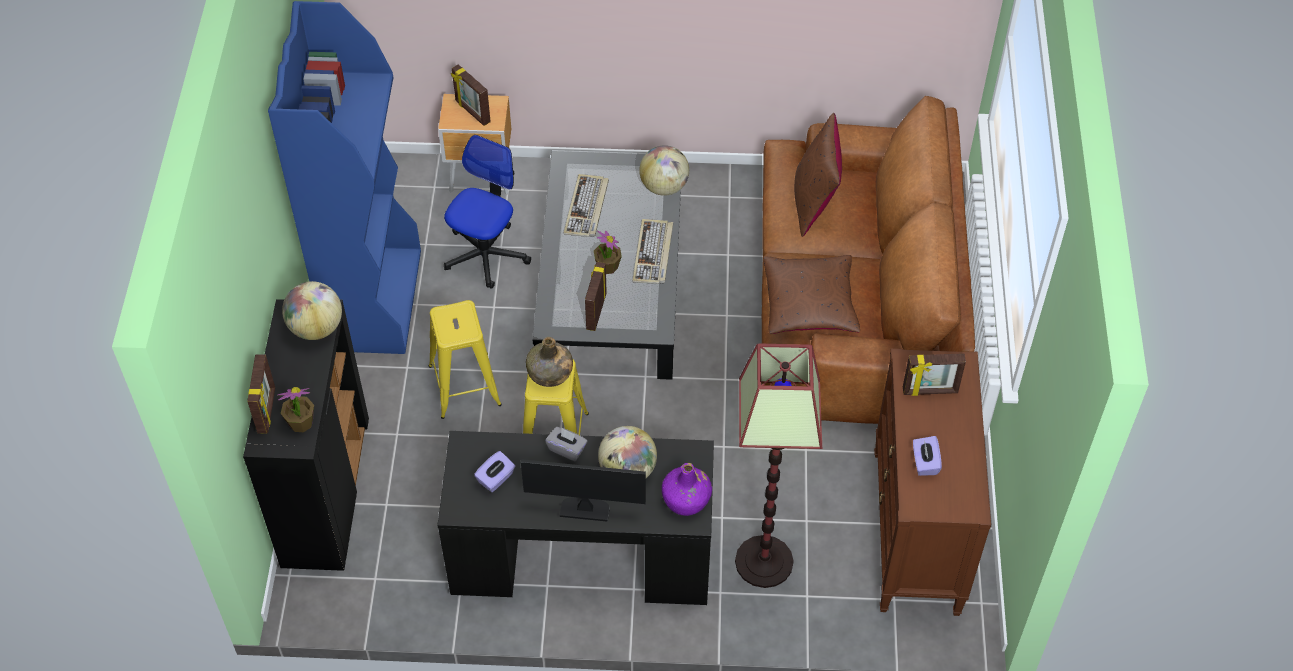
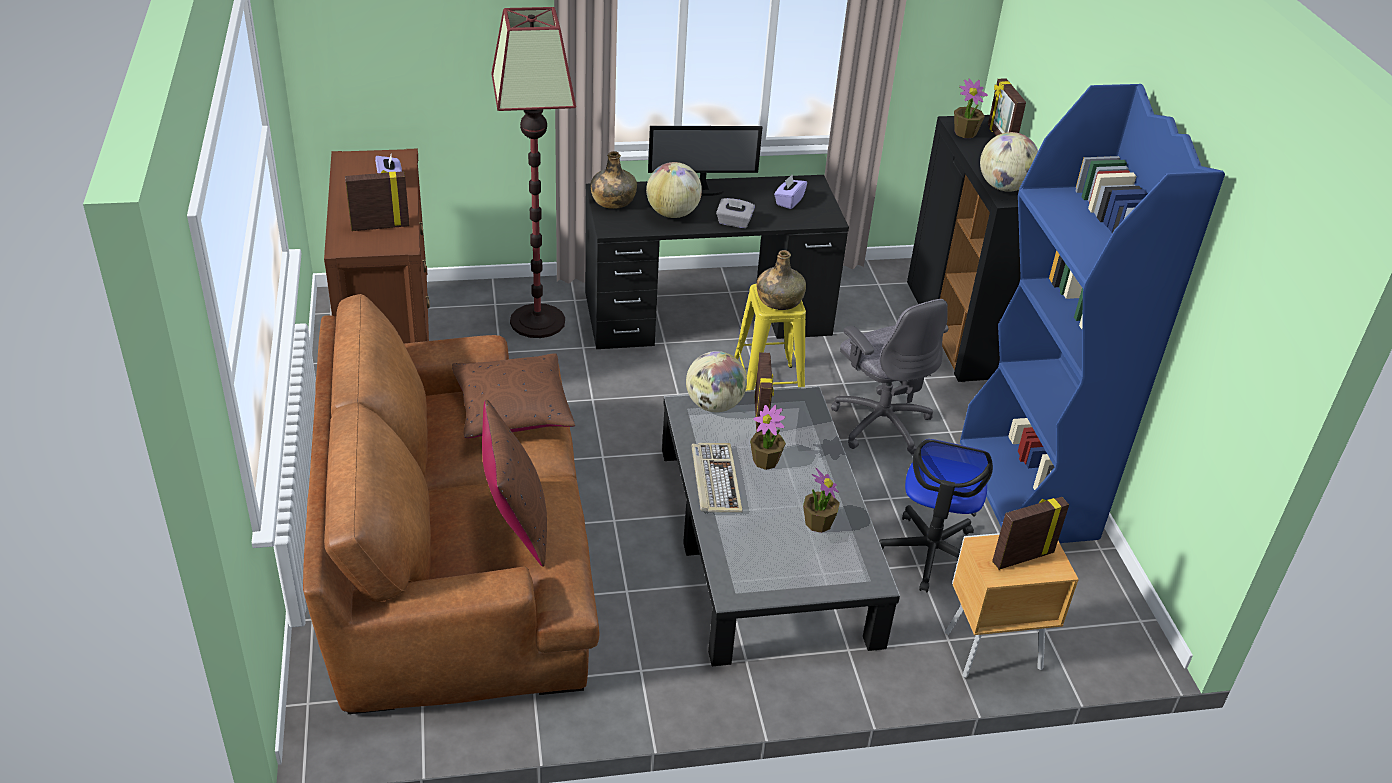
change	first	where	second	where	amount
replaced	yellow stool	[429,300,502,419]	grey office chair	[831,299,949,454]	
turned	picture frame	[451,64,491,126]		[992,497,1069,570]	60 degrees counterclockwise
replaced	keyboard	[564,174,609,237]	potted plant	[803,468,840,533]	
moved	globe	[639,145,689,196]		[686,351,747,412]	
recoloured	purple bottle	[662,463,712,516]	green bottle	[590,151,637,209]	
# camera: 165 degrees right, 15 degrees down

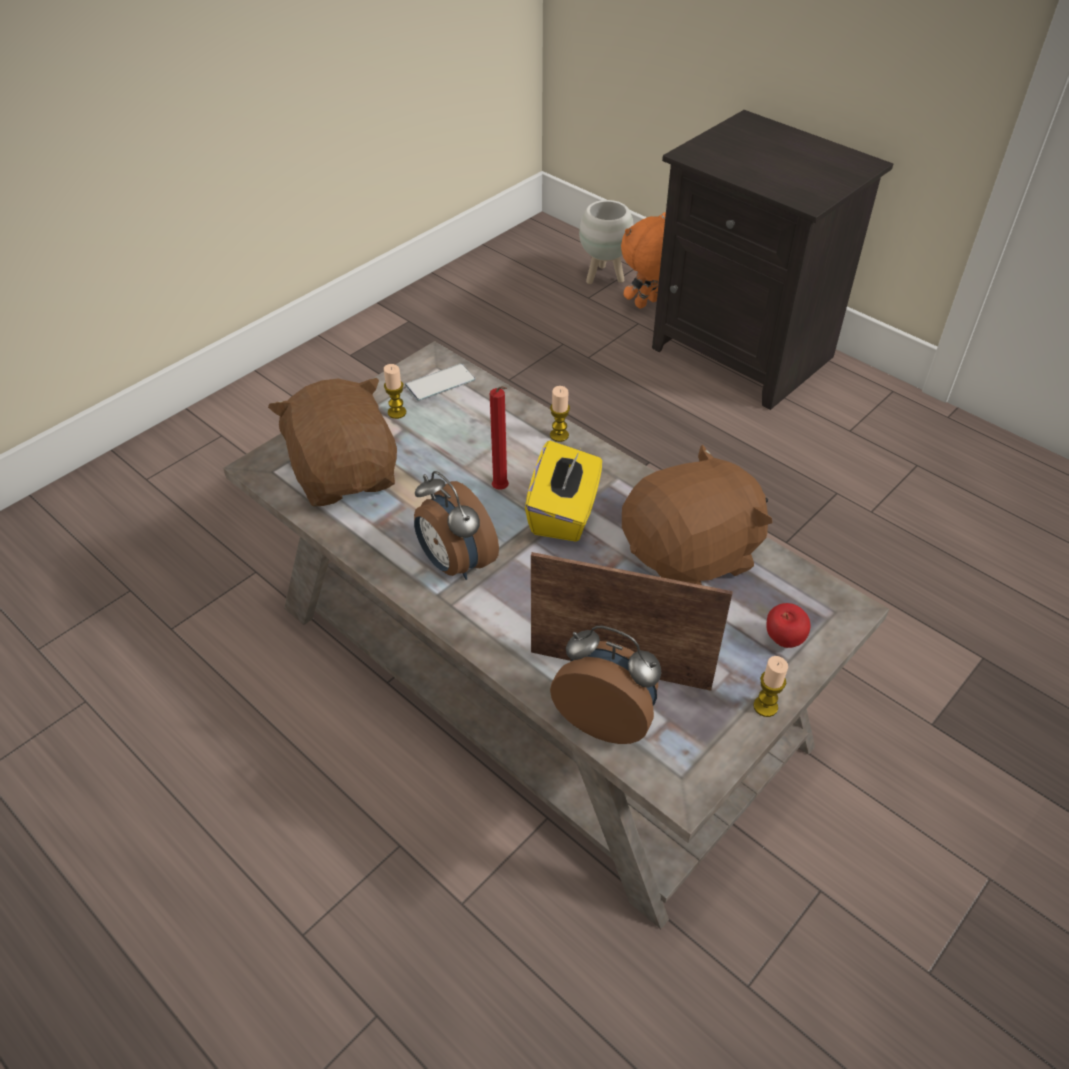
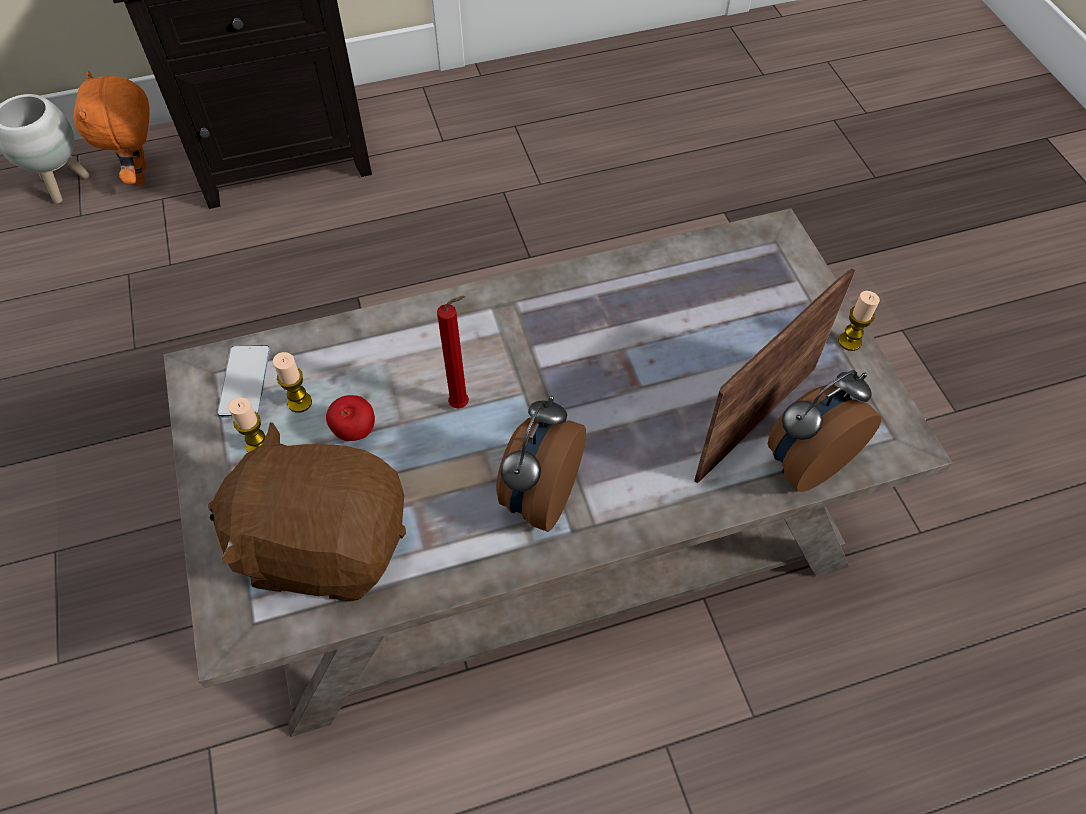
change	first	where	second	where	amount
turned	alarm clock	[414,471,499,580]		[496,396,586,532]	120 degrees clockwise
removed	yellow tissue box	[525,441,602,542]			
moved	candle	[550,386,570,442]		[273,352,312,413]	
removed	brown plush toy	[622,445,772,585]			
moved	apple	[766,603,810,648]		[326,395,375,441]	
# camera: 60 degrees left, 10 degrees up

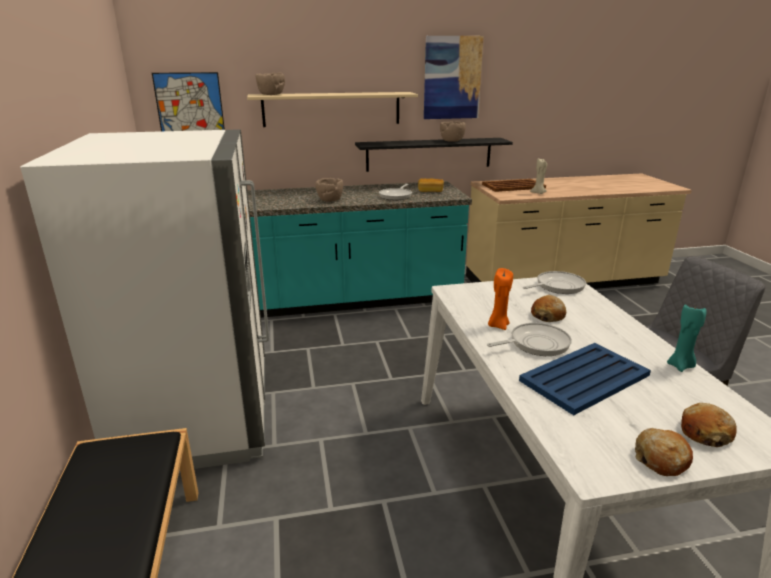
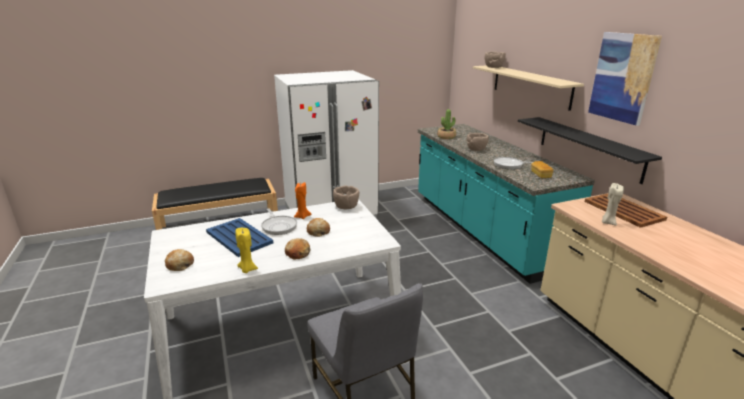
change	first	where	second	where	amount
removed	picture	[152,72,225,131]			
moved	brown bowl	[440,121,466,142]		[333,186,359,209]	
removed	frying pan	[523,271,586,294]			
moved	bread	[635,428,693,476]		[285,238,310,259]	
recoloured	turquoise candle	[667,304,707,372]	yellow candle	[235,228,258,273]	
added			potted plant	[437,109,456,139]	
# camera: 80 degrees right, 0 degrees up

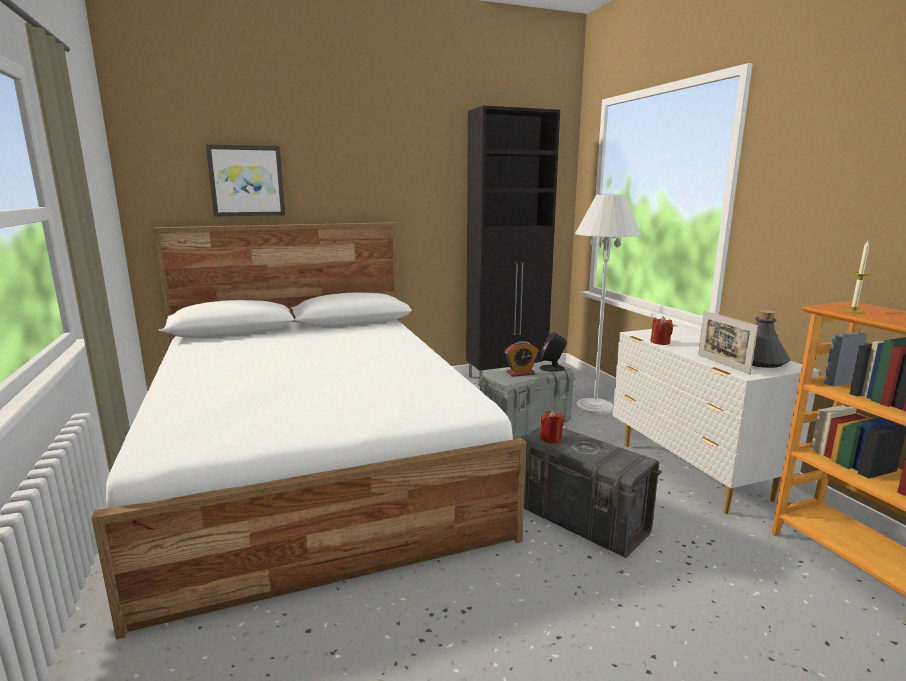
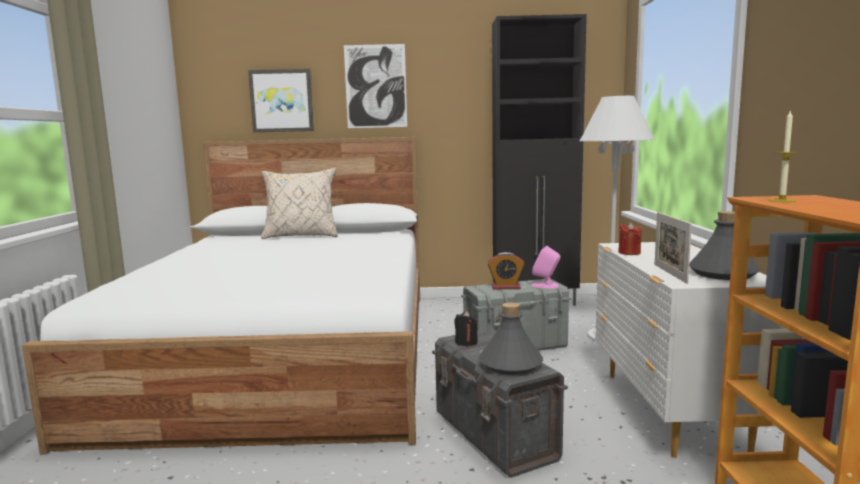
change	first	where	second	where	amount
recoloured	black speaker	[540,332,567,371]	pink speaker	[531,245,560,288]	
recoloured	red candle	[540,410,564,443]	black candle	[454,311,478,346]	
added			beige pillow	[261,168,338,239]	
added			picture	[344,44,407,128]	
added			grey bottle	[479,302,543,375]	
# camera: 20 degrees right, 5 degrees down

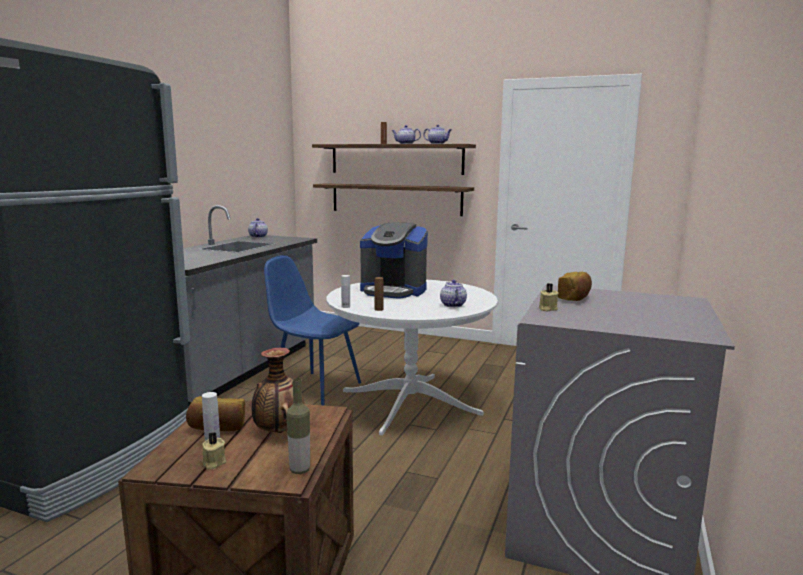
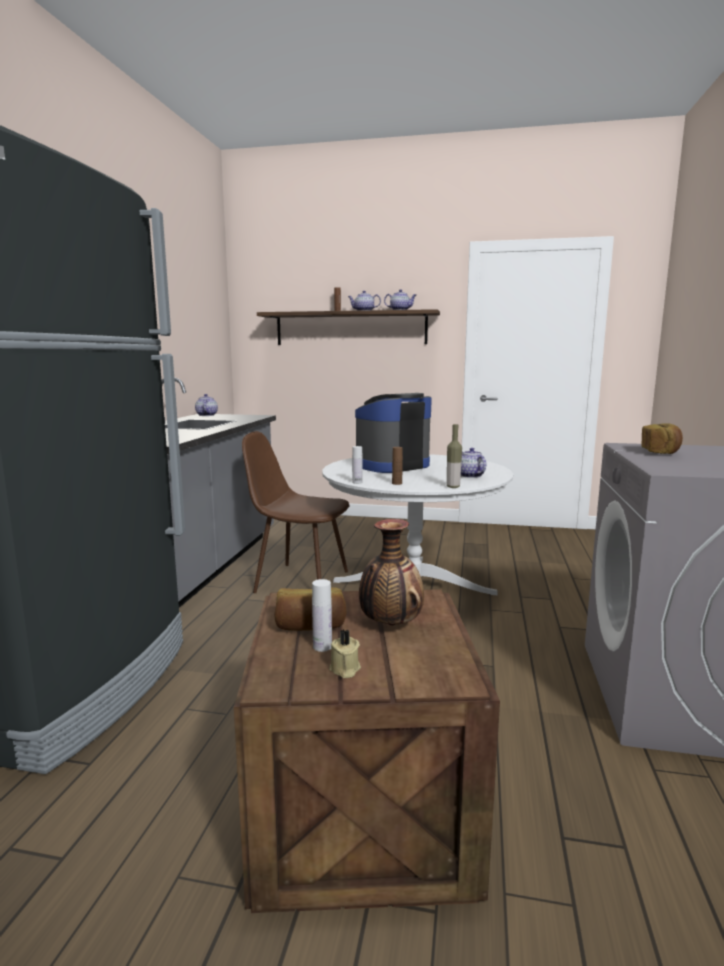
change	first	where	second	where	amount
recoloured	blue chair	[264,255,361,405]	brown chair	[242,431,350,593]	
moved	bottle	[286,378,310,474]		[447,424,462,488]	
removed	shelf	[313,183,474,216]			
turned	coffee machine	[360,223,428,299]		[355,393,432,473]	135 degrees clockwise
removed	beige candle	[539,283,559,312]			
# camera: 10 degrees left, 0 degrees up

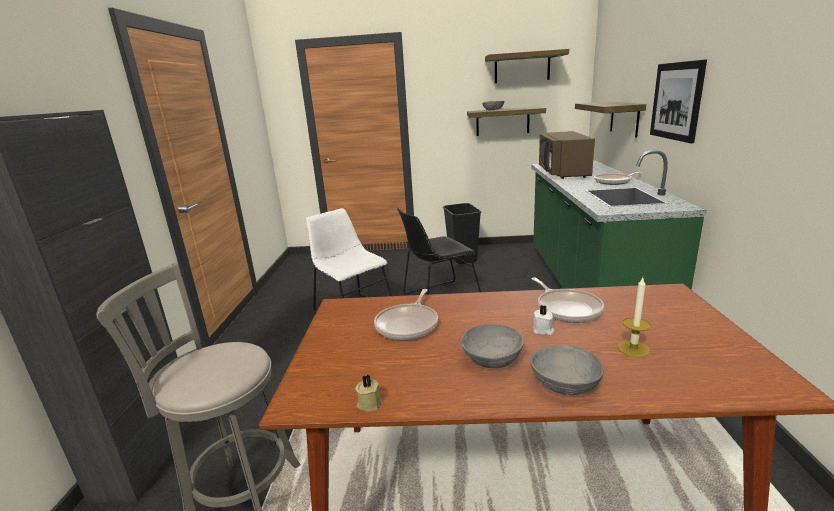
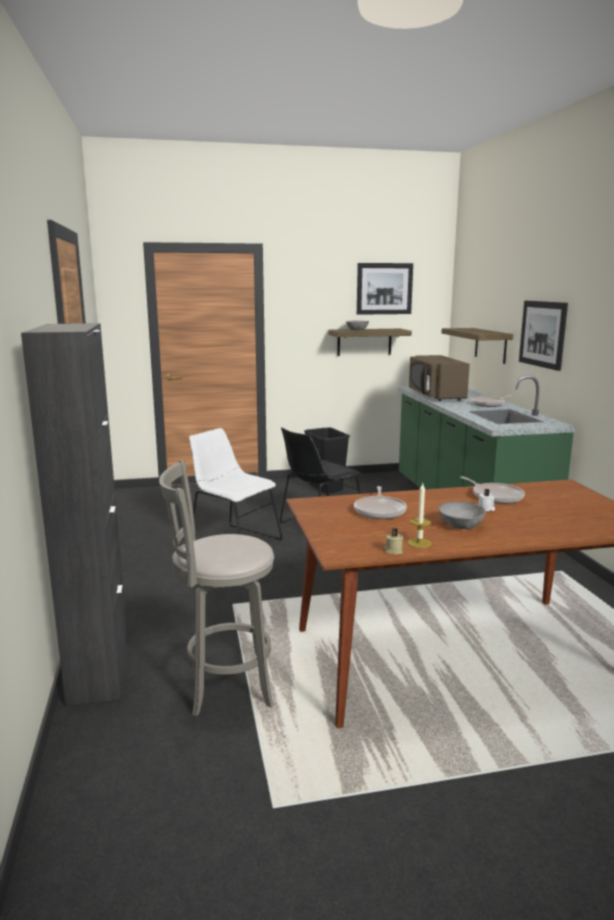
change	first	where	second	where	amount
replaced	shelf	[485,49,569,83]	picture	[357,263,413,315]	
removed	grey bowl	[530,345,604,395]			
moved	candle	[618,278,651,357]		[408,483,432,548]	
# camera: 15 degrees left, 5 degrees down

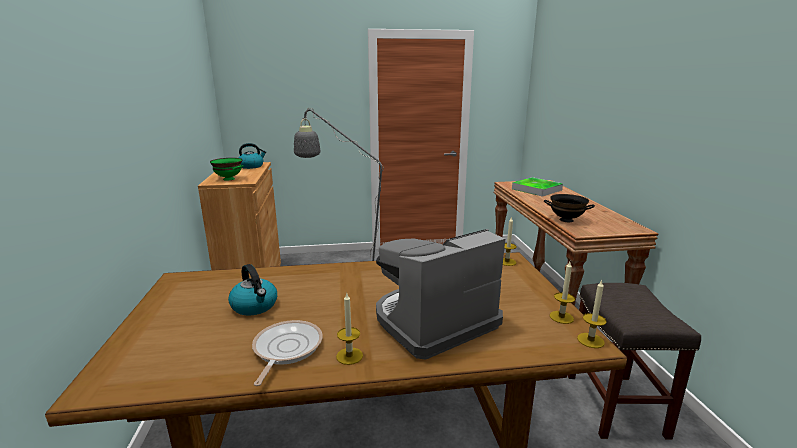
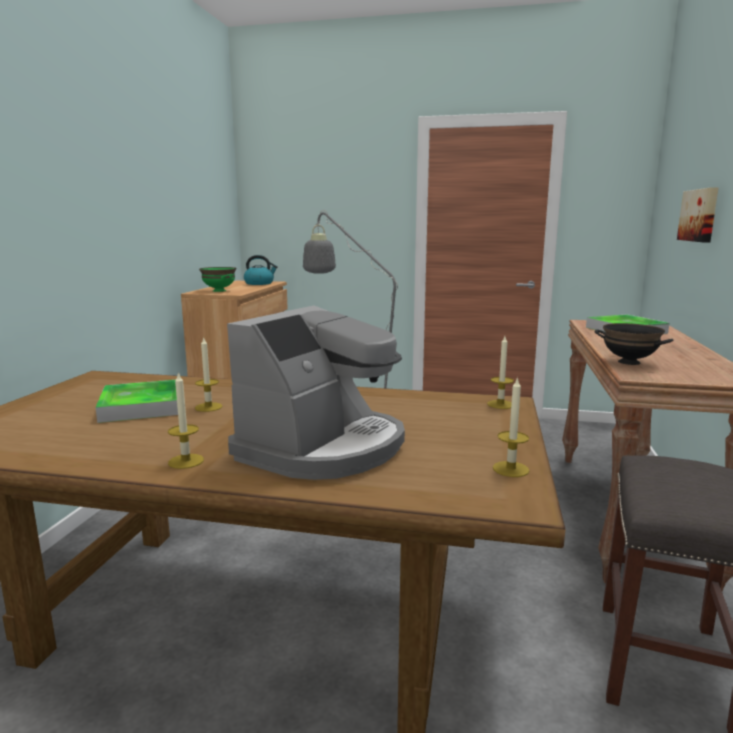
change	first	where	second	where	amount
replaced	kettle	[228,264,277,315]	tray	[95,380,178,423]	
removed	frying pan	[252,320,323,386]			
turned	coffee machine	[376,229,505,360]		[227,306,405,480]	135 degrees clockwise
moved	candle	[577,279,607,348]		[195,336,223,412]	
added			picture	[677,187,719,242]	
# camera: 20 degrees right, 5 degrees down

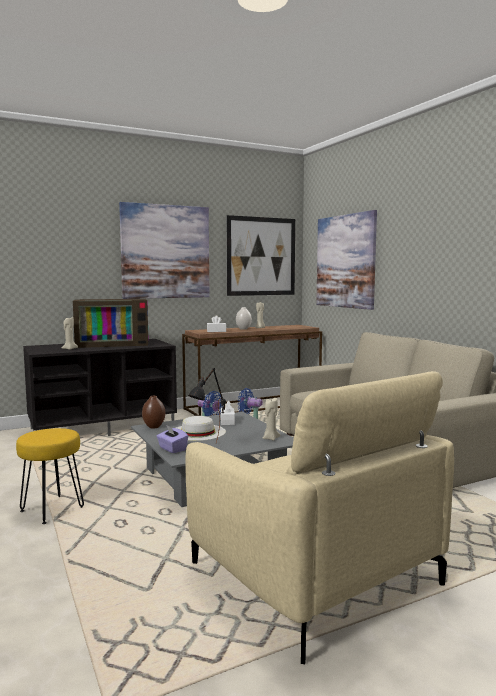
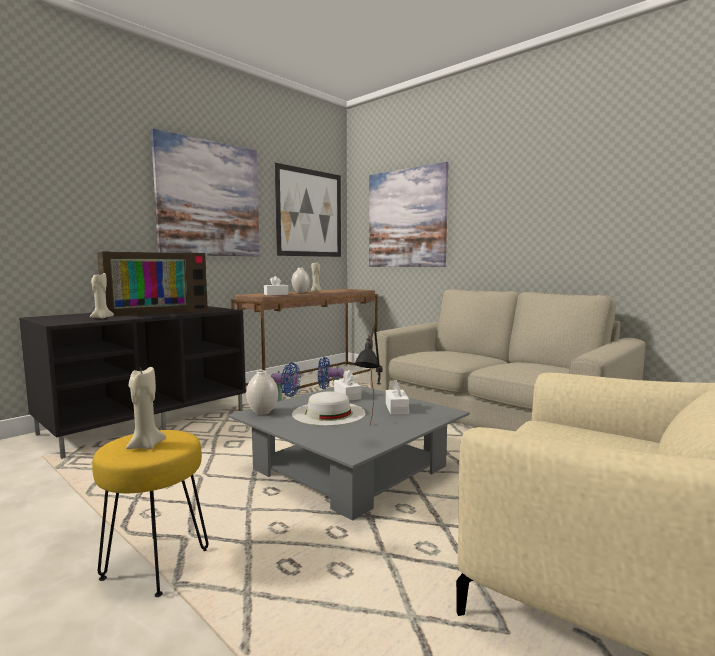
change	first	where	second	where	amount
recoloured	brown vase	[142,396,165,429]	white vase	[246,370,278,415]	
removed	purple tissue box	[157,425,188,453]			
moved	beige candle	[262,398,281,441]		[126,367,166,449]	
added			white tissue box	[386,380,409,414]	
# camera: 20 degrees left, 0 degrees up

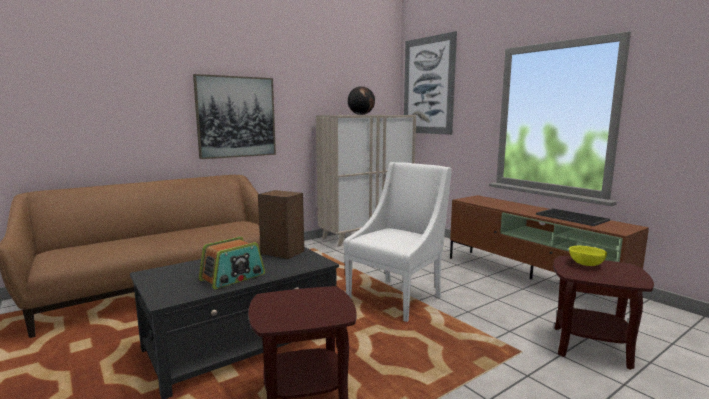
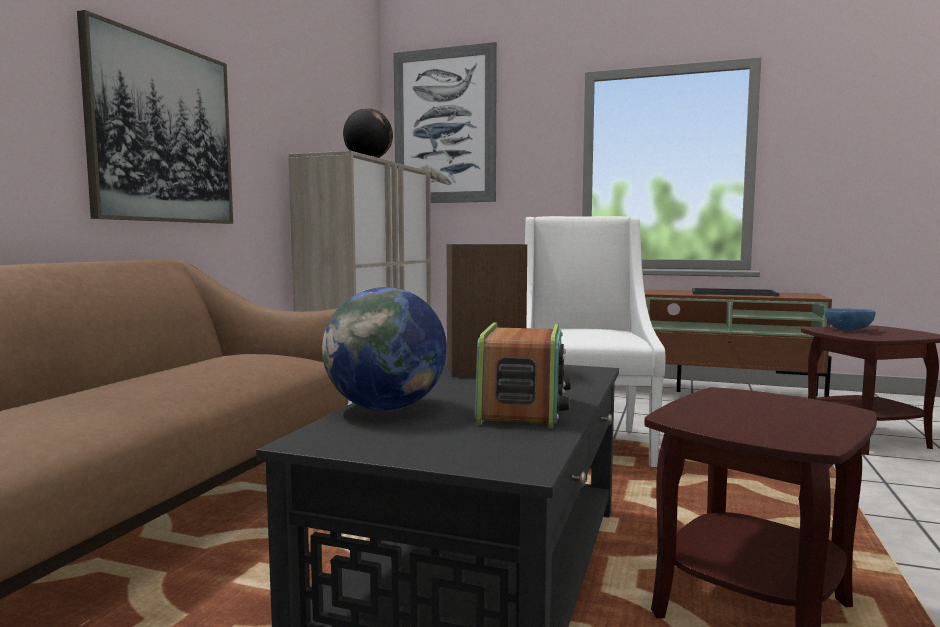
change	first	where	second	where	amount
recoloured	yellow bowl	[569,246,607,266]	blue bowl	[824,308,876,331]	
added			globe	[322,287,447,411]	
# camera: 35 degrees left, 5 degrees down

